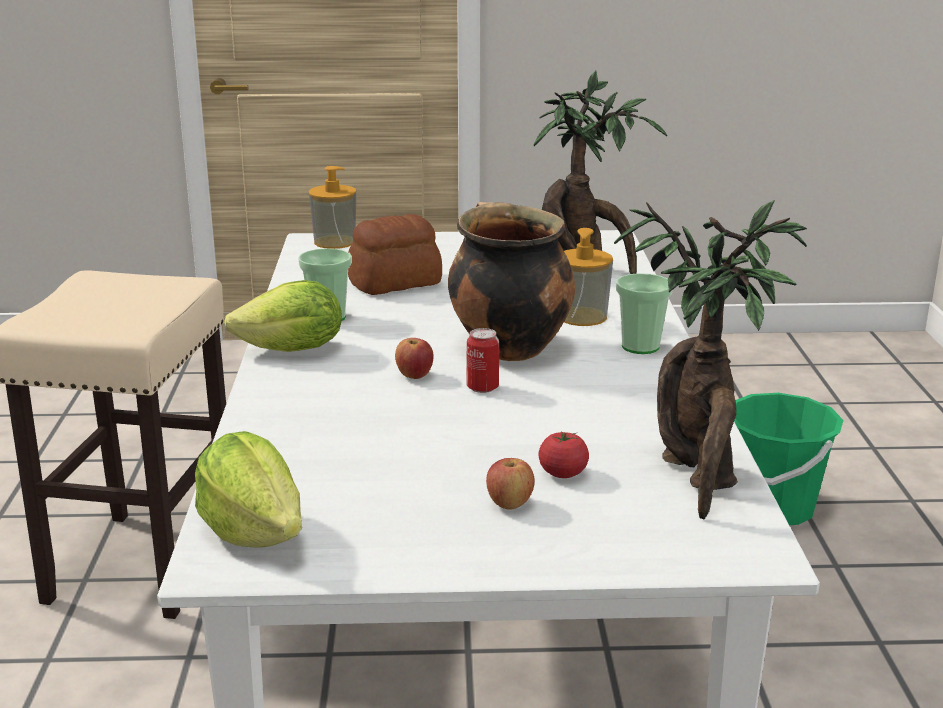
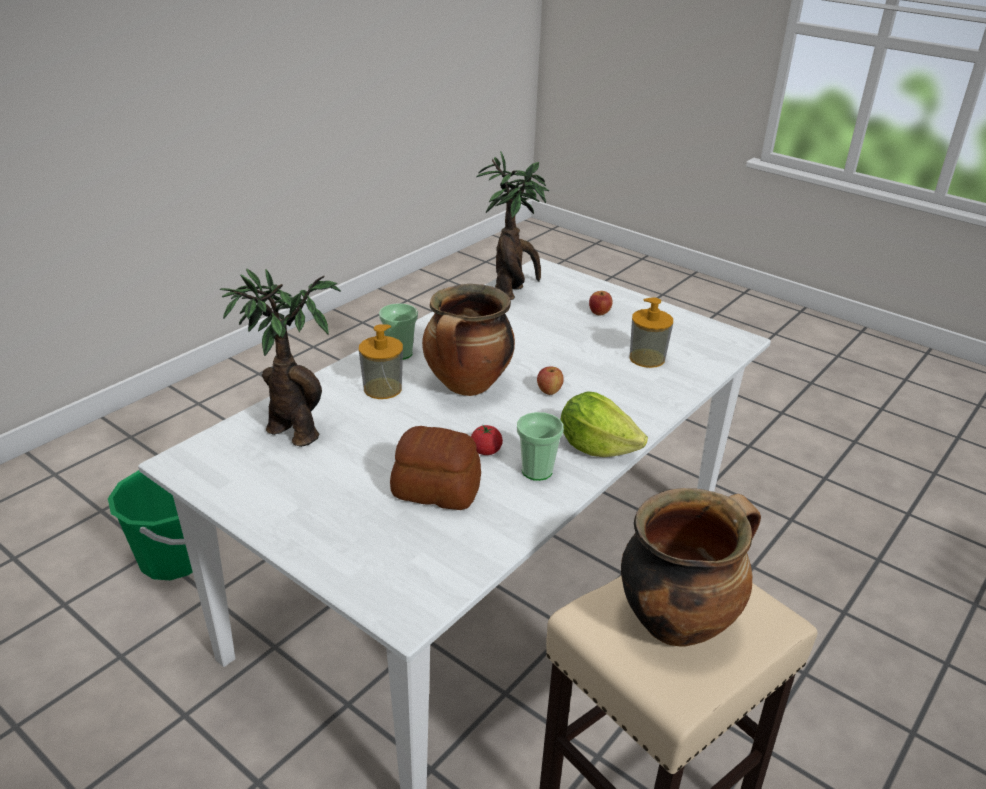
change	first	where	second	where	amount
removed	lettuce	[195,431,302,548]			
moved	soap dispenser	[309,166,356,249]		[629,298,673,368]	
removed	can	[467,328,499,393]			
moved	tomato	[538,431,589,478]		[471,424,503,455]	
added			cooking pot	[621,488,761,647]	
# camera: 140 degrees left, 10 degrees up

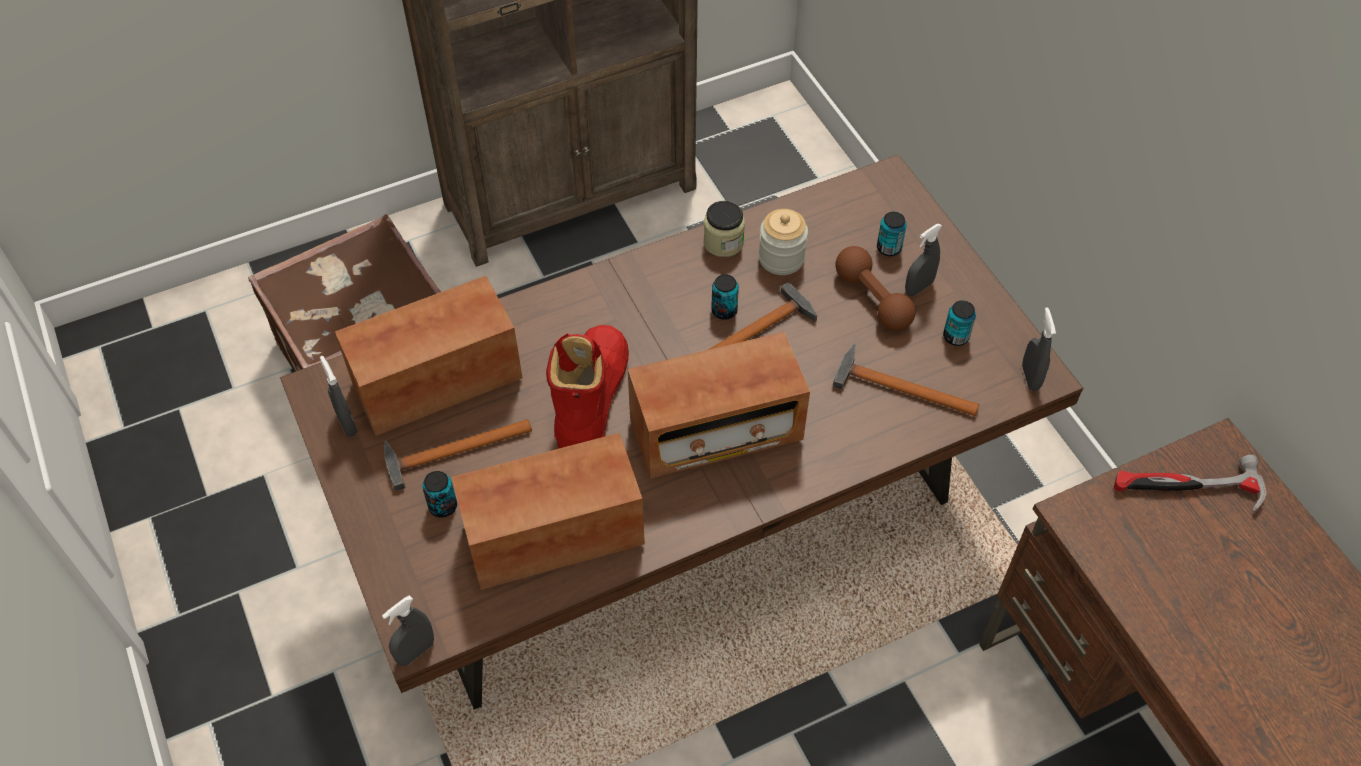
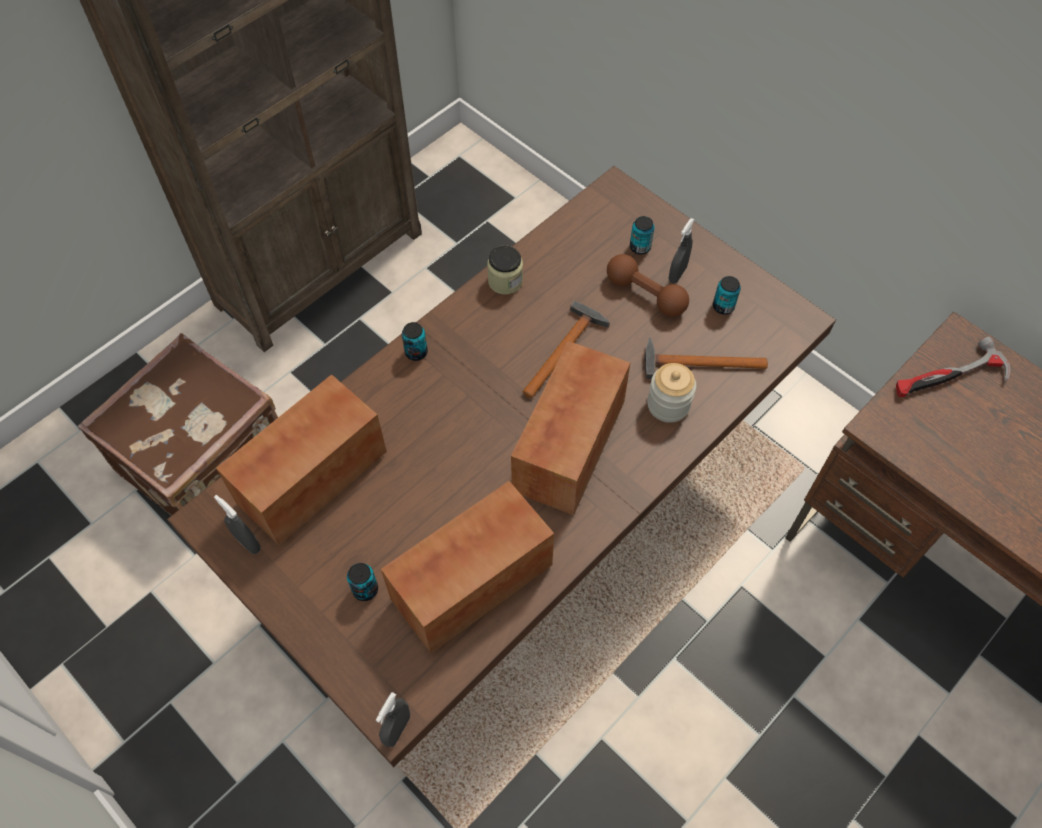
change	first	where	second	where	amount
removed	hammer	[384,419,532,491]			
removed	red boot	[546,325,629,449]			
turned	radio	[628,332,810,479]		[511,341,630,515]	150 degrees clockwise
moved	can	[711,274,739,320]		[402,322,428,361]	
moved	jar	[758,209,808,275]		[647,363,696,423]	
removed	grey spray bottle	[1022,307,1056,391]			
# camera: 20 degrees left, 5 degrees up

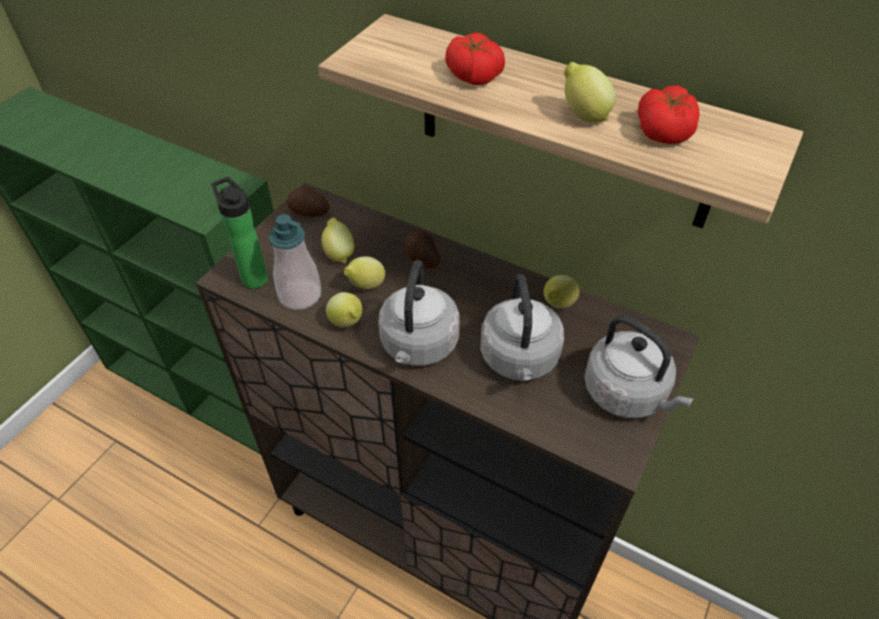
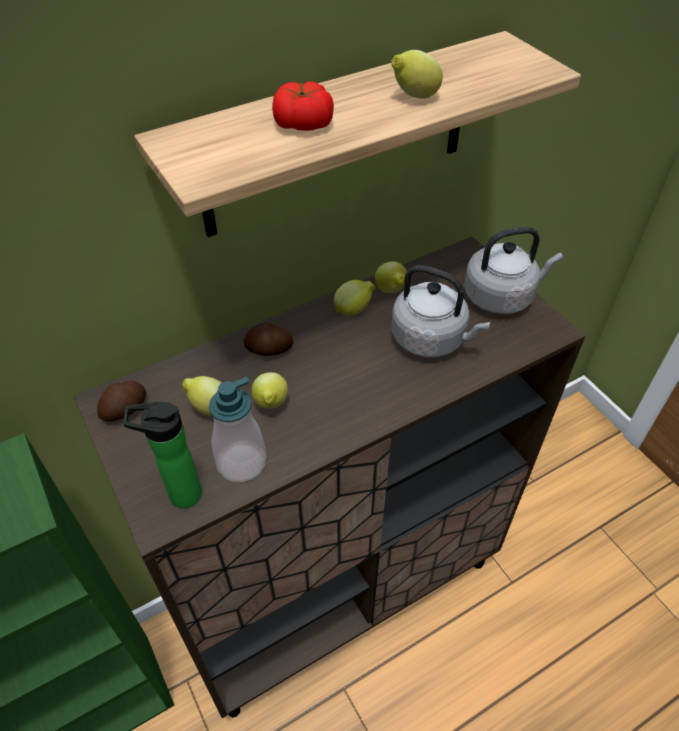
change	first	where	second	where	amount
moved	lemon	[326,292,363,327]		[334,280,375,316]	
removed	grey kettle	[378,260,460,366]			
removed	tomato	[638,86,700,144]			
# camera: 60 degrees left, 0 degrees up

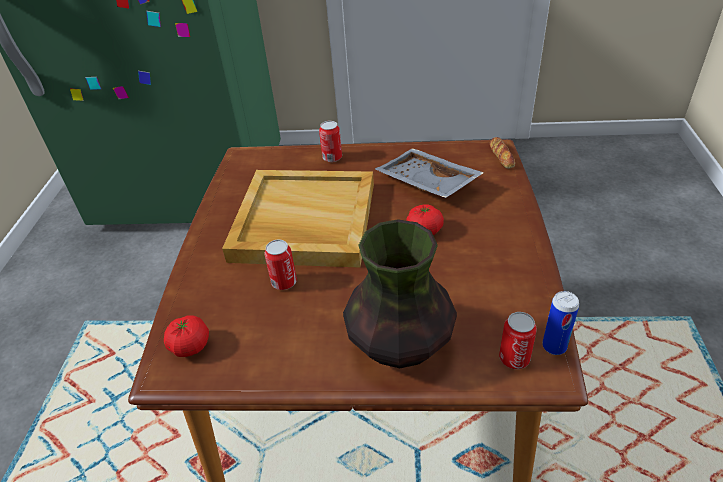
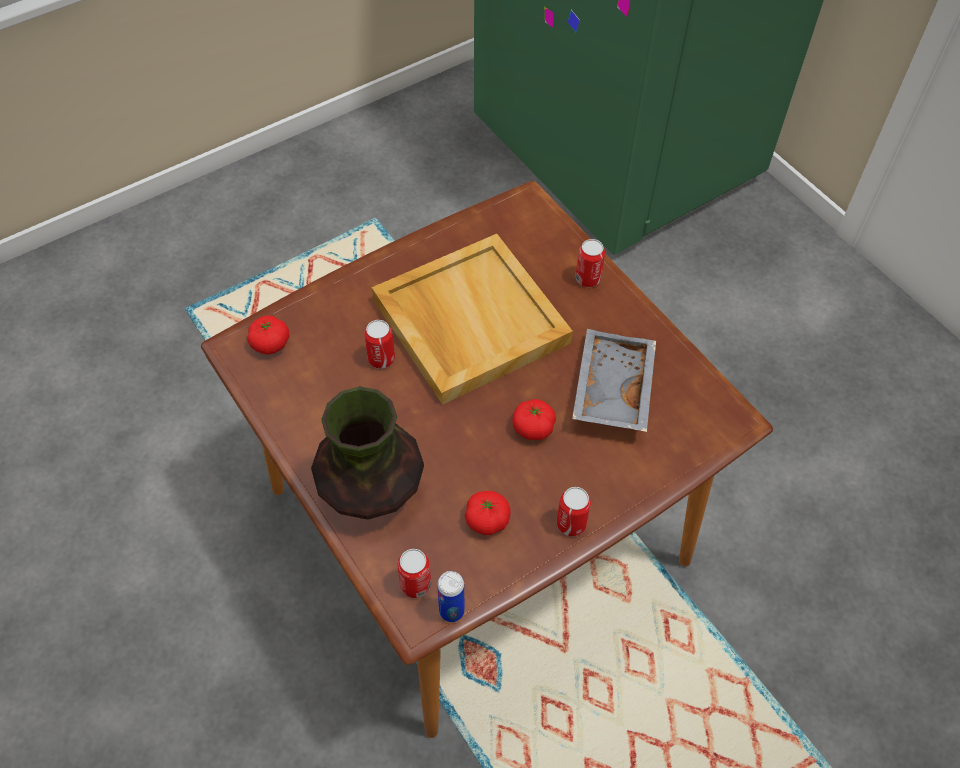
change	first	where	second	where	amount
removed	bread	[490,137,515,169]			
added			tomato	[465,491,511,535]	
added			can	[557,487,591,536]	
# camera: 50 degrees right, 15 degrees up

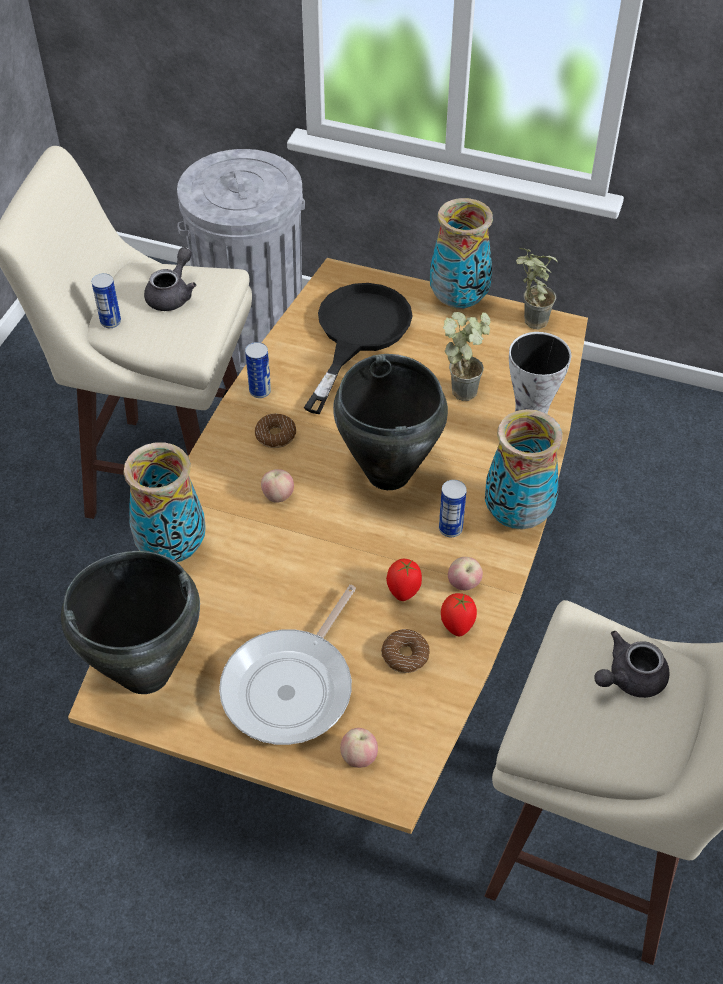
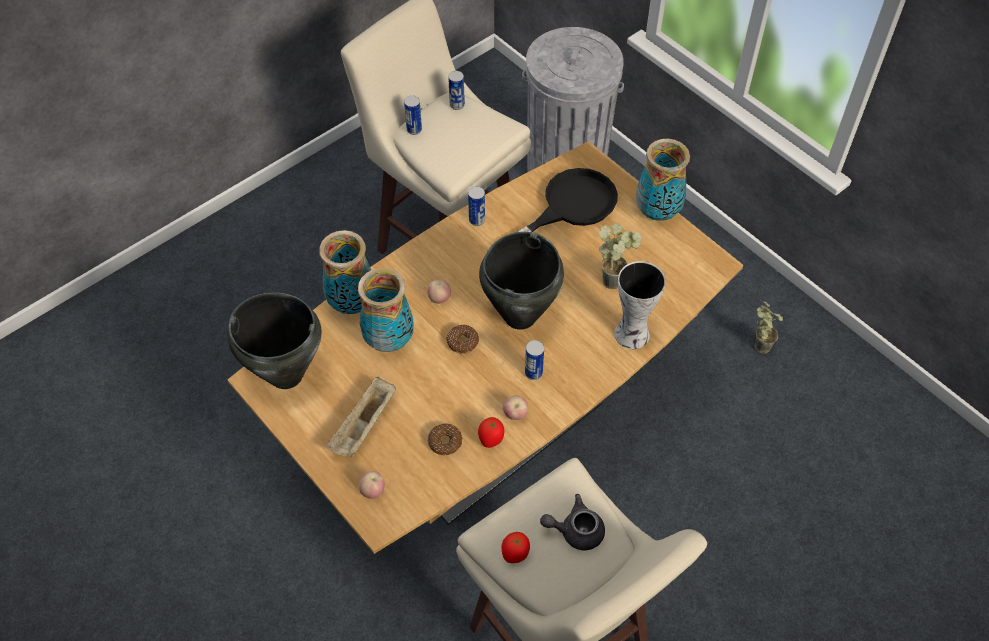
change	first	where	second	where	amount
removed	grey teapot	[144,247,196,311]			
replaced	frying pan	[219,585,356,745]	beige tray	[326,377,396,457]	
moved	donut	[255,414,296,448]		[446,325,479,354]	
moved	tomato	[386,559,422,601]		[502,532,530,563]	
moved	vase	[485,409,563,529]		[358,268,414,352]	
moved	potted plant	[516,248,558,330]		[755,301,783,353]	
added			can	[448,71,465,110]	
# camera: 30 degrees right, 5 degrees up

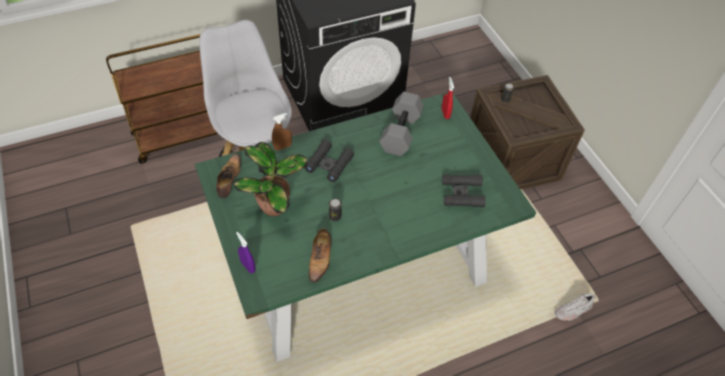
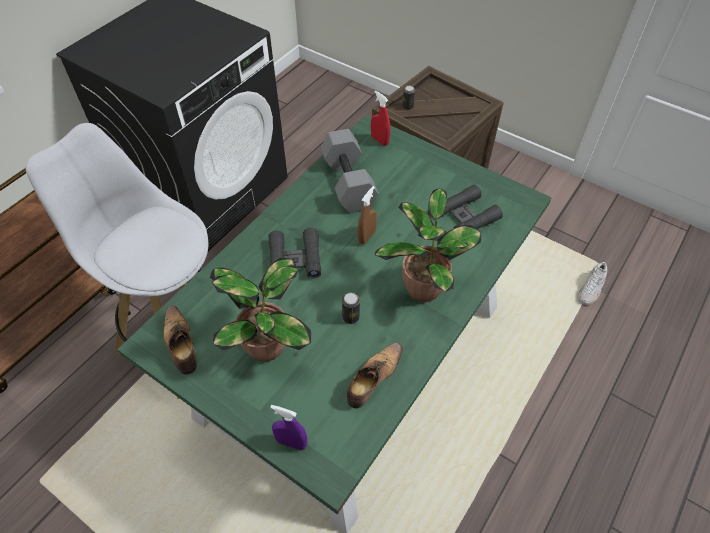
change	first	where	second	where	amount
moved	brown spray bottle	[272,113,292,151]		[358,186,377,244]	
turned	shoe	[309,228,331,283]		[347,342,403,409]	120 degrees counterclockwise
added			potted plant	[375,188,481,302]	
# camera: 30 degrees left, 0 degrees up

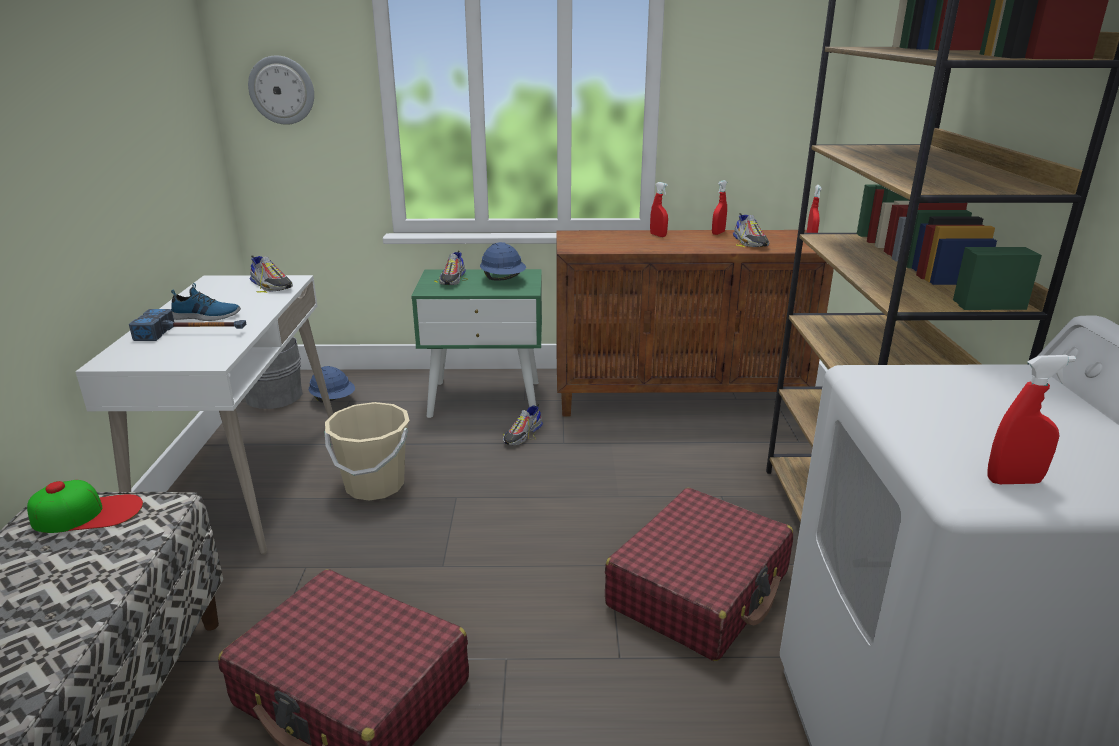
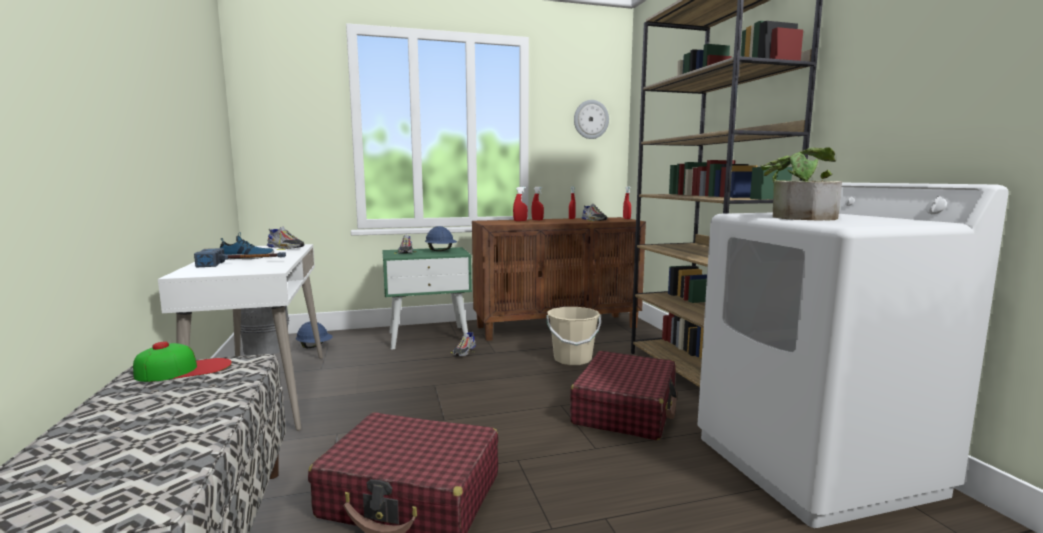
change	first	where	second	where	amount
moved	wall clock	[248,56,314,125]		[574,100,609,139]	
moved	beige bucket	[325,402,410,501]		[546,307,601,365]	
moved	red spray bottle	[987,355,1076,484]		[513,187,528,221]	
added			potted plant	[760,147,842,220]	
# camera: 15 degrees left, 15 degrees down

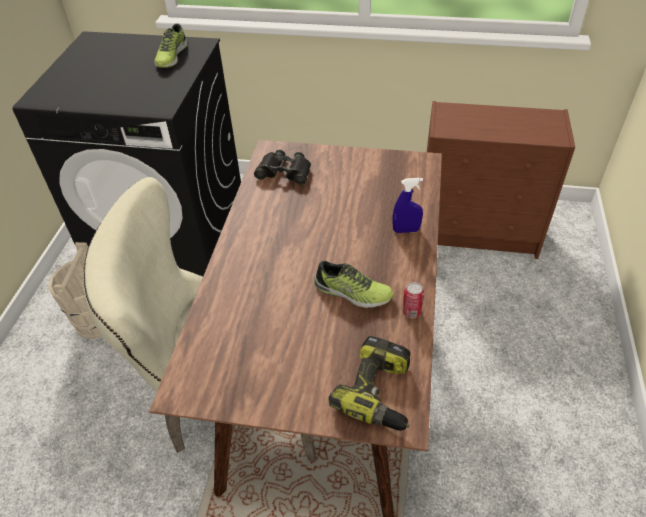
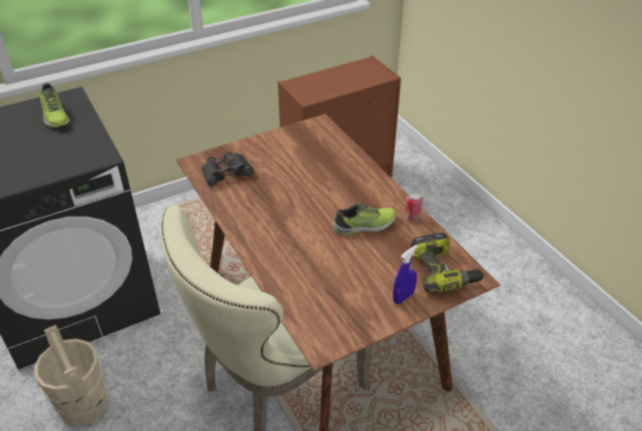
change	first	where	second	where	amount
moved	blue spray bottle	[393,178,423,233]		[393,245,418,304]	
# camera: 40 degrees left, 5 degrees down

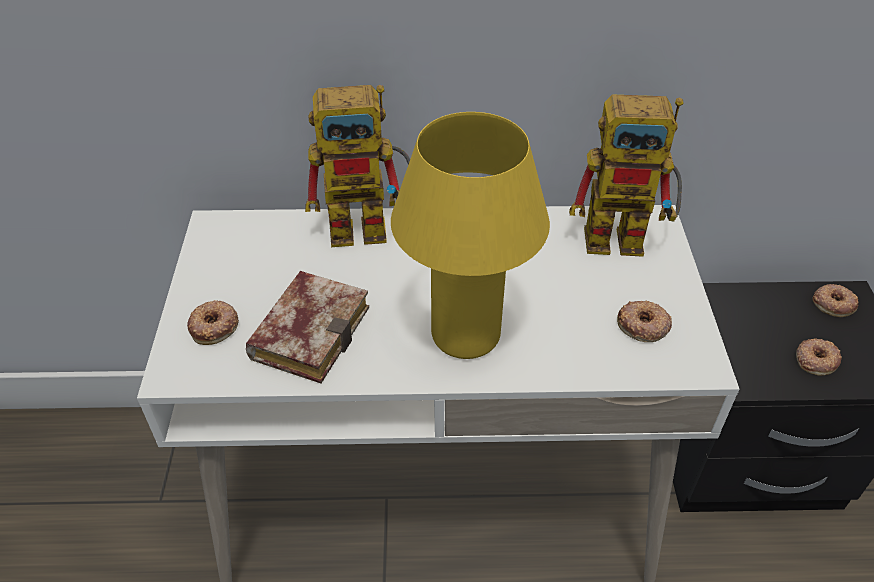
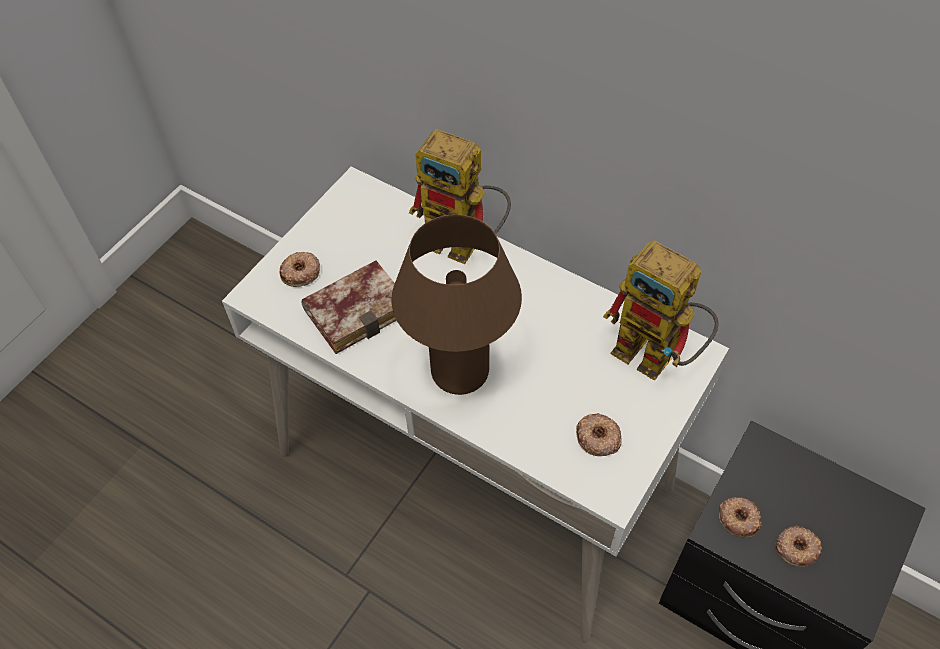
change	first	where	second	where	amount
recoloured	yellow table lamp	[391,112,550,359]	brown table lamp	[392,214,522,395]	
moved	donut	[812,284,858,317]		[719,497,762,538]	
# camera: 35 degrees right, 10 degrees up

